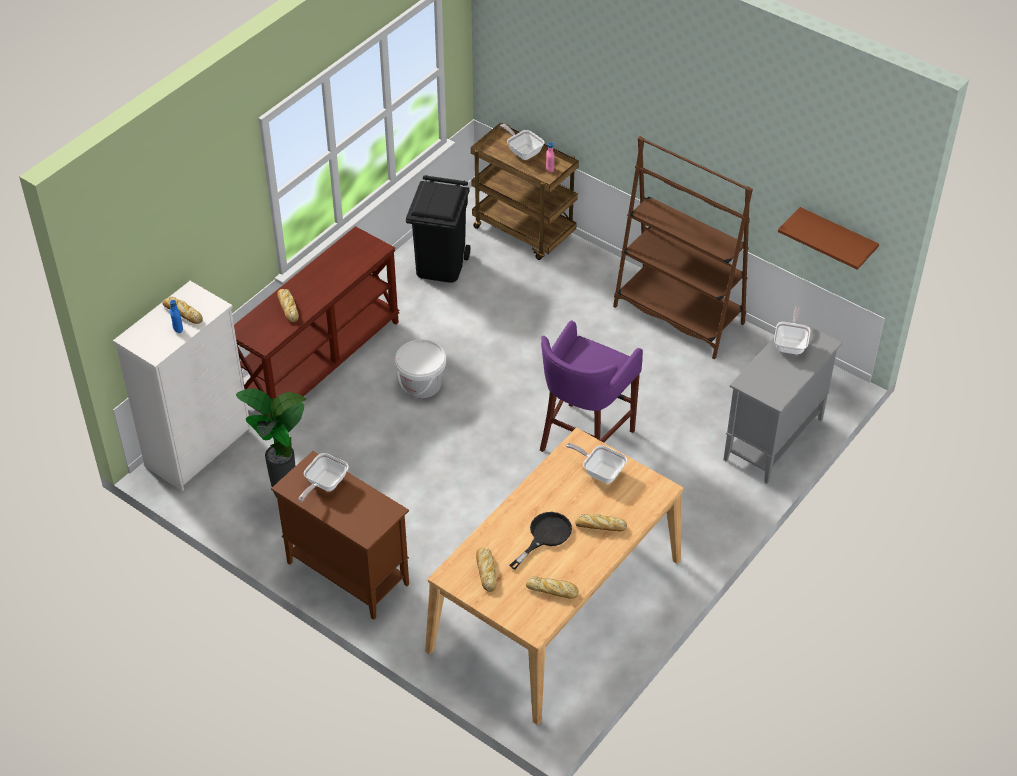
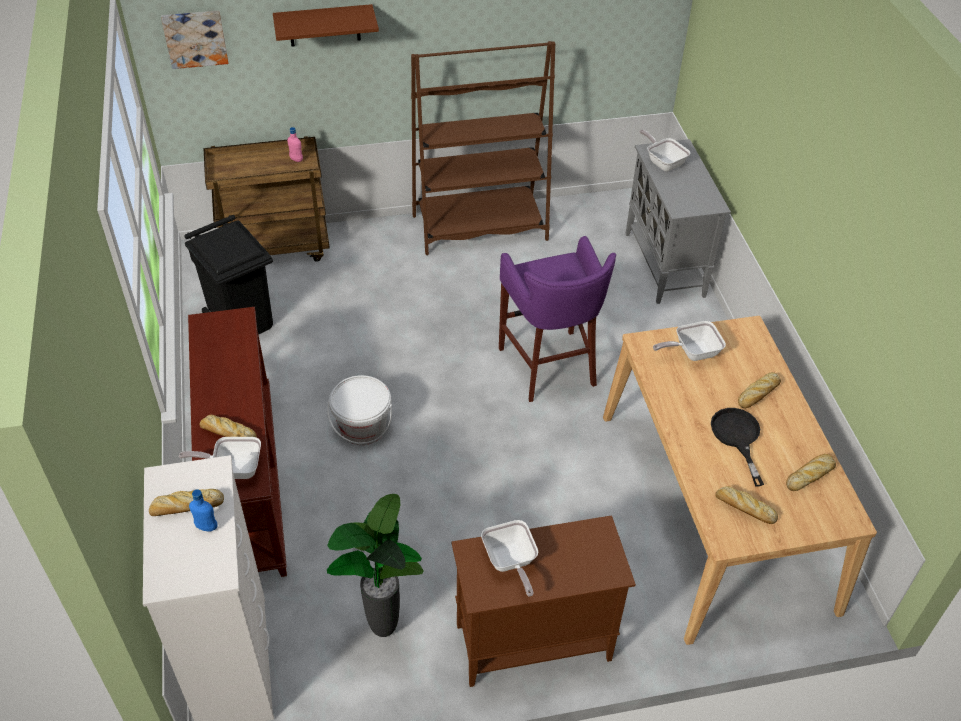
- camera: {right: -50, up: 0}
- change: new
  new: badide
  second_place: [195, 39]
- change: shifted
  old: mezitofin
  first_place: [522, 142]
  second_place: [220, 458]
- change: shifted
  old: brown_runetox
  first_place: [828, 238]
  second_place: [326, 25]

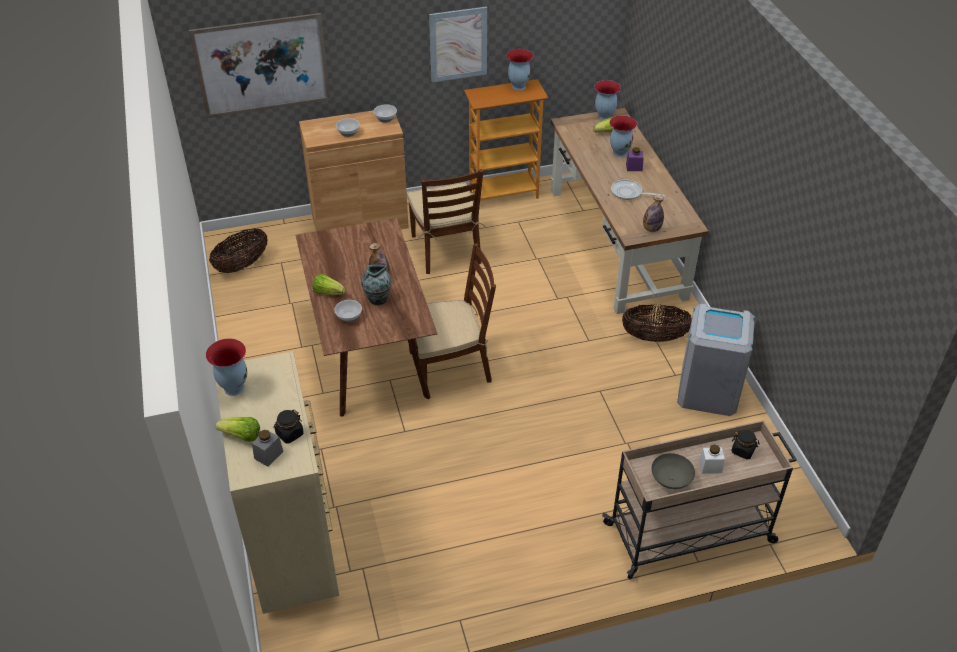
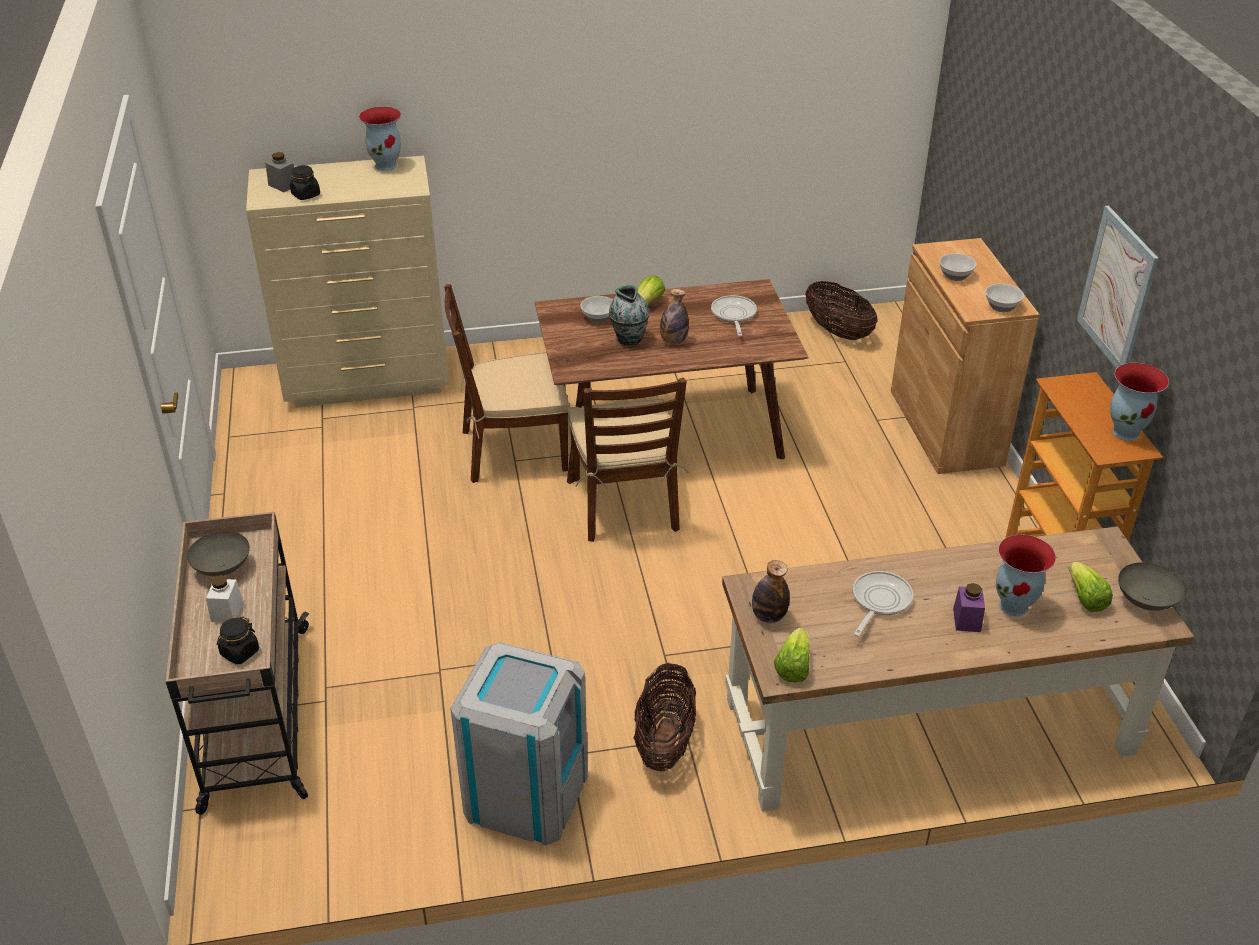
- camera: {right: 95, up: -5}
- change: gone
  old: badide
  first_place: [260, 65]
- change: new
  new: mezitofin
  second_place: [734, 315]
- change: shifted
  old: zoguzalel
  first_place: [237, 429]
  second_place: [791, 655]
- change: shifted
  old: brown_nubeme
  first_place: [446, 221]
  second_place: [506, 383]
- change: swapped
  old: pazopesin
  new: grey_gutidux
  first_place: [607, 100]
  second_place: [1151, 586]

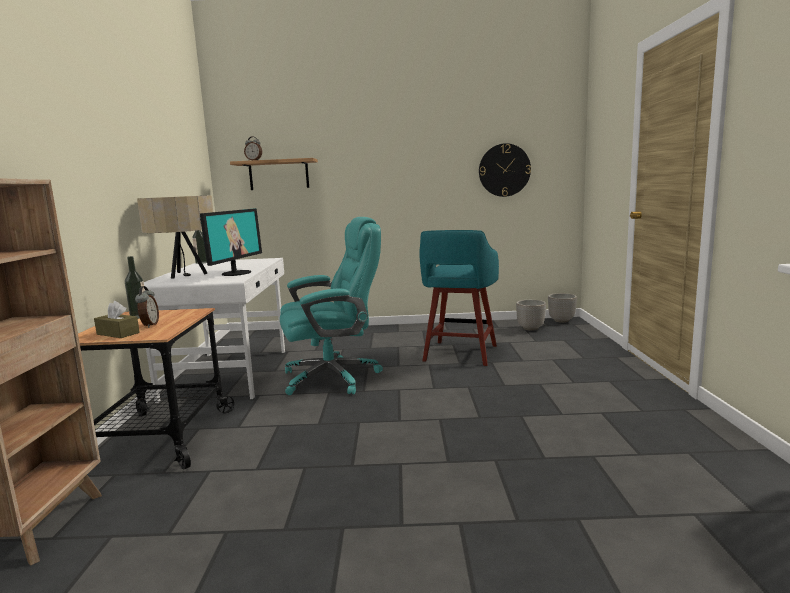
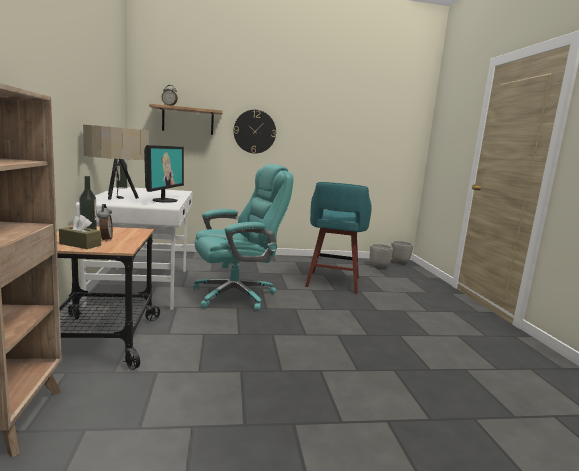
- camera: {right: -10, up: 0}
- change: shifted
  old: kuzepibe
  first_place: [505, 170]
  second_place: [255, 132]

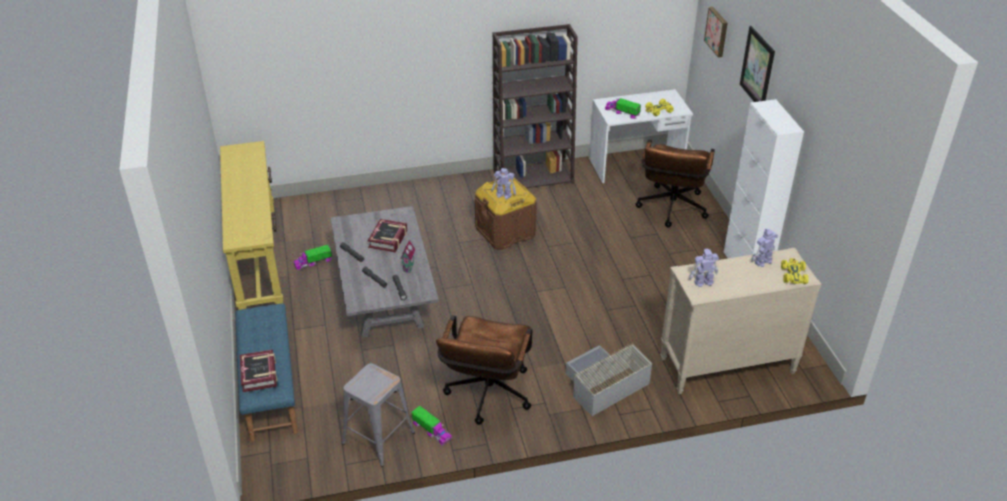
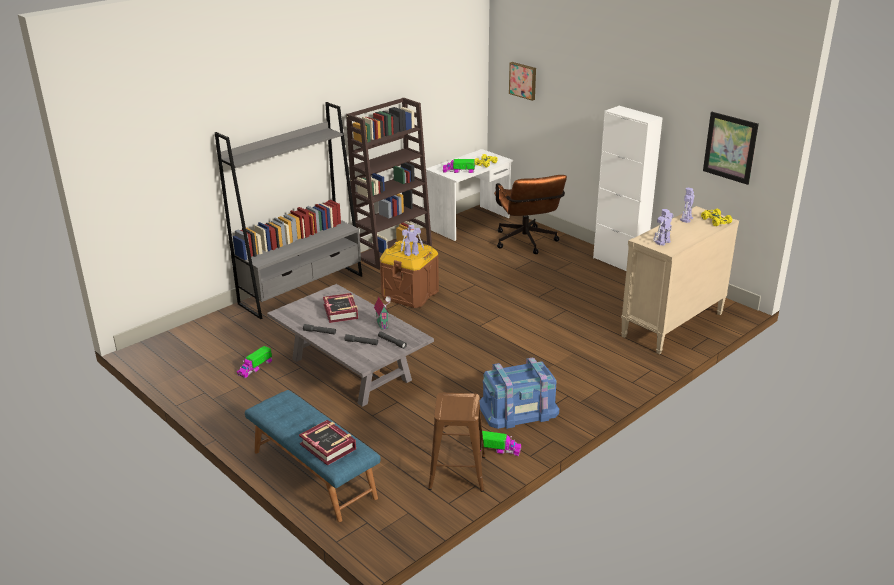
- camera: {right: -30, up: -10}
- change: gone
  old: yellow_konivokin
  first_place: [251, 225]
- change: gone
  old: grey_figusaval
  first_place: [609, 379]
- change: new
  new: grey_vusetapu
  second_place: [288, 210]
- change: shifted
  old: badide
  first_place: [757, 64]
  second_place: [731, 148]
- change: swapped
  old: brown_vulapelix
  new: blue_figusaval
  first_place: [484, 370]
  second_place: [519, 393]
- change: repainted
  old: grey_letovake
  new: brown_letovake
  first_place: [378, 415]
  second_place: [456, 442]

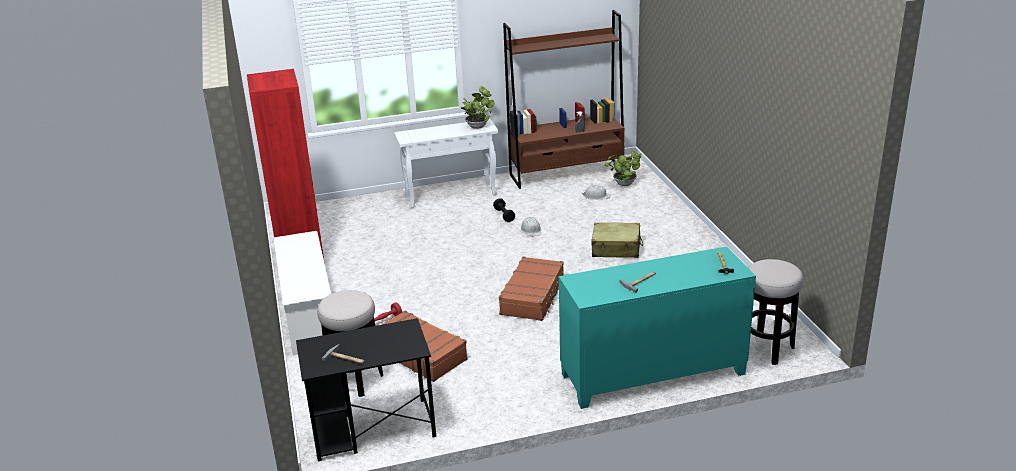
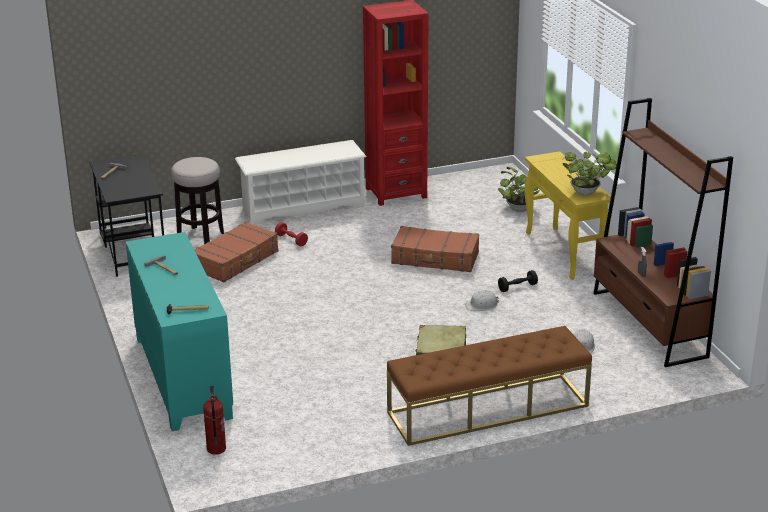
- camera: {right: 85, up: 0}
- change: new
  new: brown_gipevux
  second_place: [489, 386]
- change: shifted
  old: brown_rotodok
  first_place: [531, 288]
  second_place: [435, 249]
- change: shifted
  old: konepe
  first_place: [623, 168]
  second_place: [519, 189]
- change: swapped
  old: letovake
  new: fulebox
  first_place: [776, 312]
  second_place: [214, 420]
- change: repainted
  old: white_konivokin
  new: yellow_konivokin
  first_place: [446, 164]
  second_place: [568, 215]

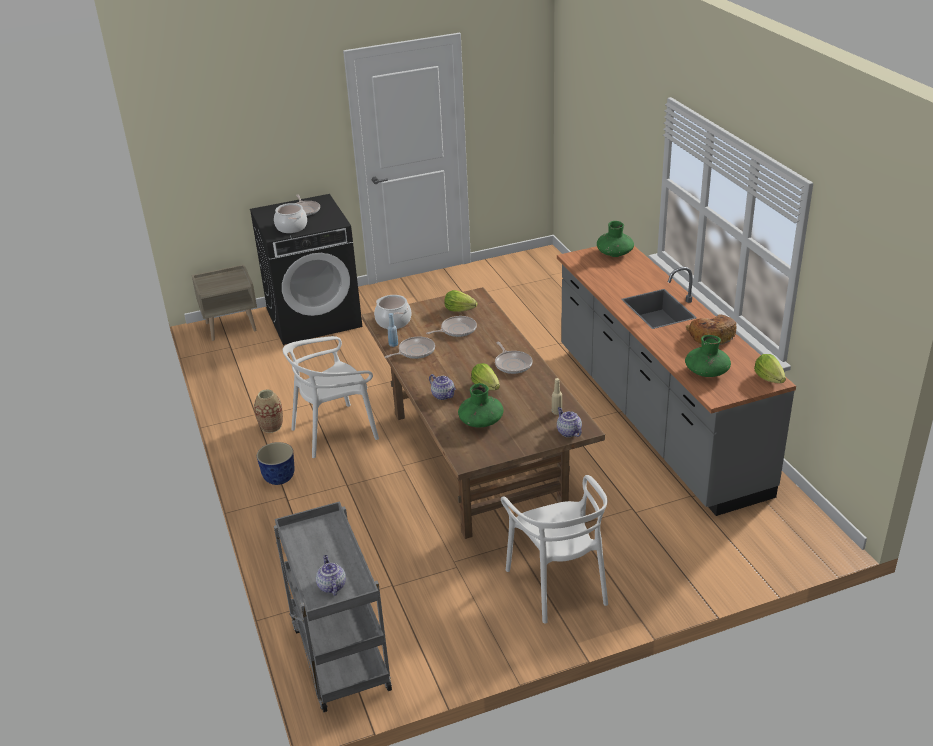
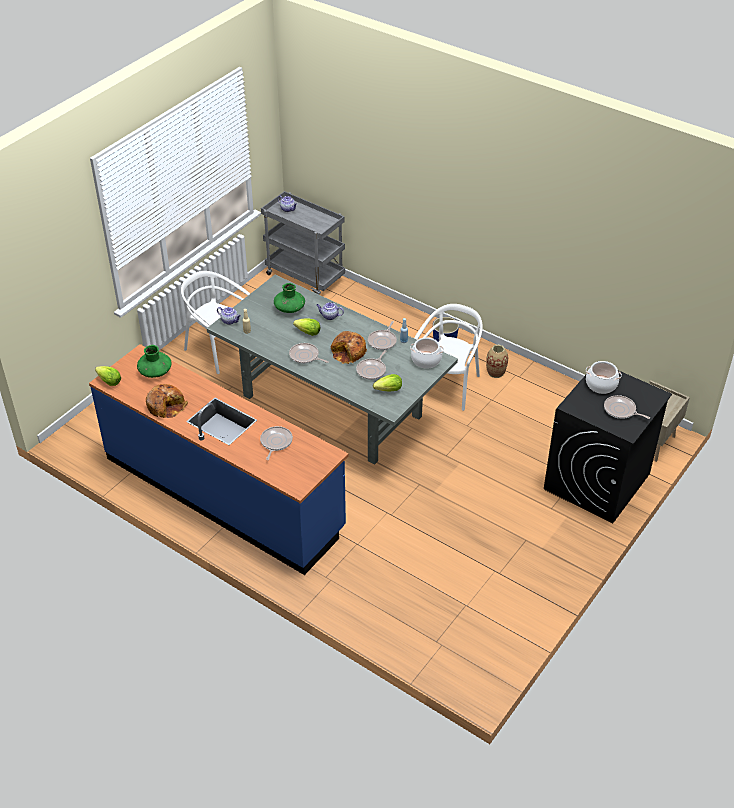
- camera: {right: 145, up: 10}
- change: gone
  old: green_pazopesin
  first_place: [615, 239]
- change: new
  new: mezitofin
  second_place: [276, 443]
- change: new
  new: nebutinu
  second_place: [349, 347]
- change: repainted
  old: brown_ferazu
  new: grey_ferazu
  first_place: [483, 413]
  second_place: [332, 369]
- change: repainted
  old: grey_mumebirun
  new: blue_mumebirun
  first_place: [676, 381]
  second_place: [219, 459]

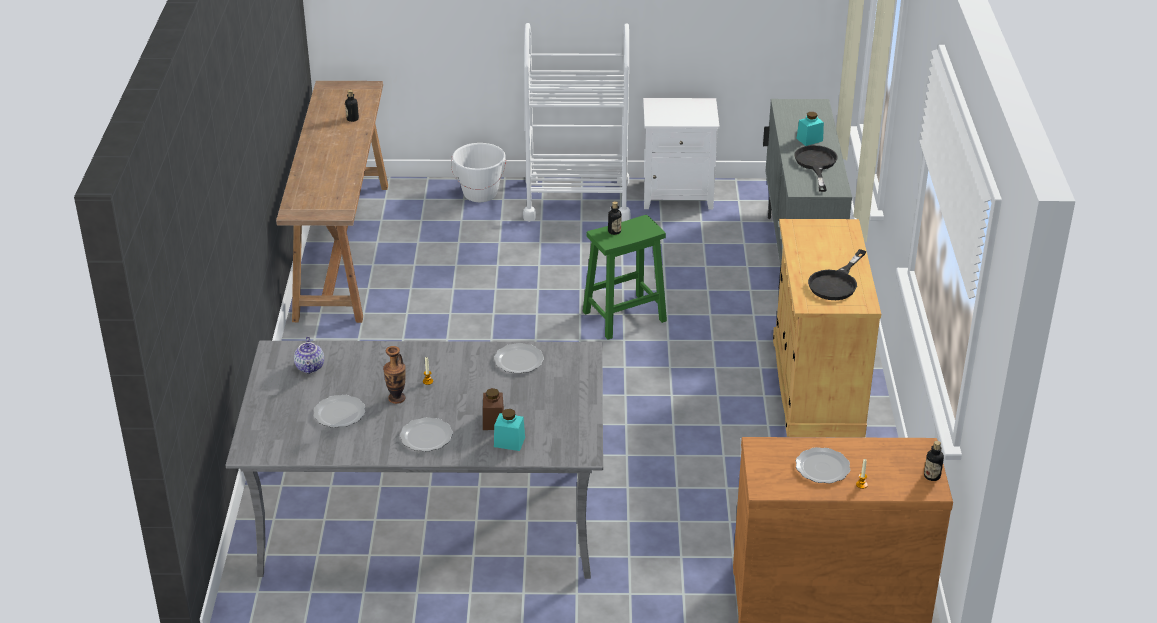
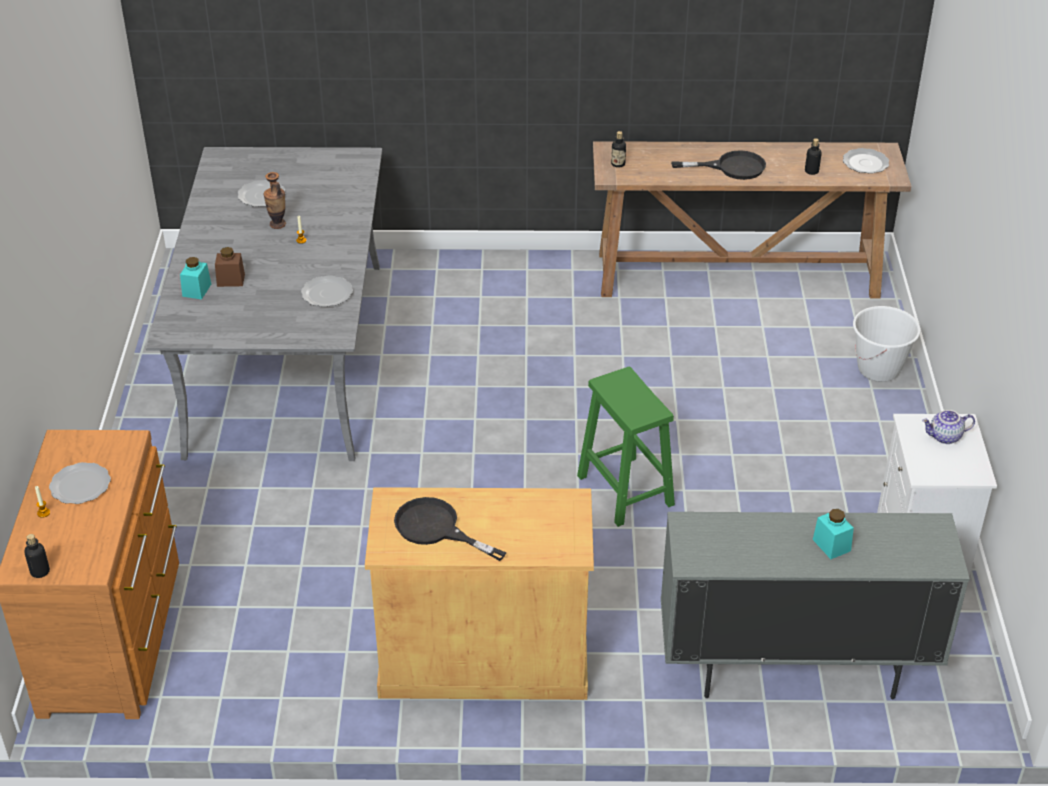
- camera: {right: 90, up: 5}
- change: gone
  old: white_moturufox
  first_place: [576, 122]
- change: shifted
  old: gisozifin
  first_place: [309, 355]
  second_place: [948, 427]
- change: shifted
  old: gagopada
  first_place: [426, 434]
  second_place: [866, 161]
- change: shifted
  old: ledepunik
  first_place: [614, 218]
  second_place: [618, 149]
- change: shifted
  old: black_mezitofin
  first_place: [816, 168]
  second_place: [718, 165]

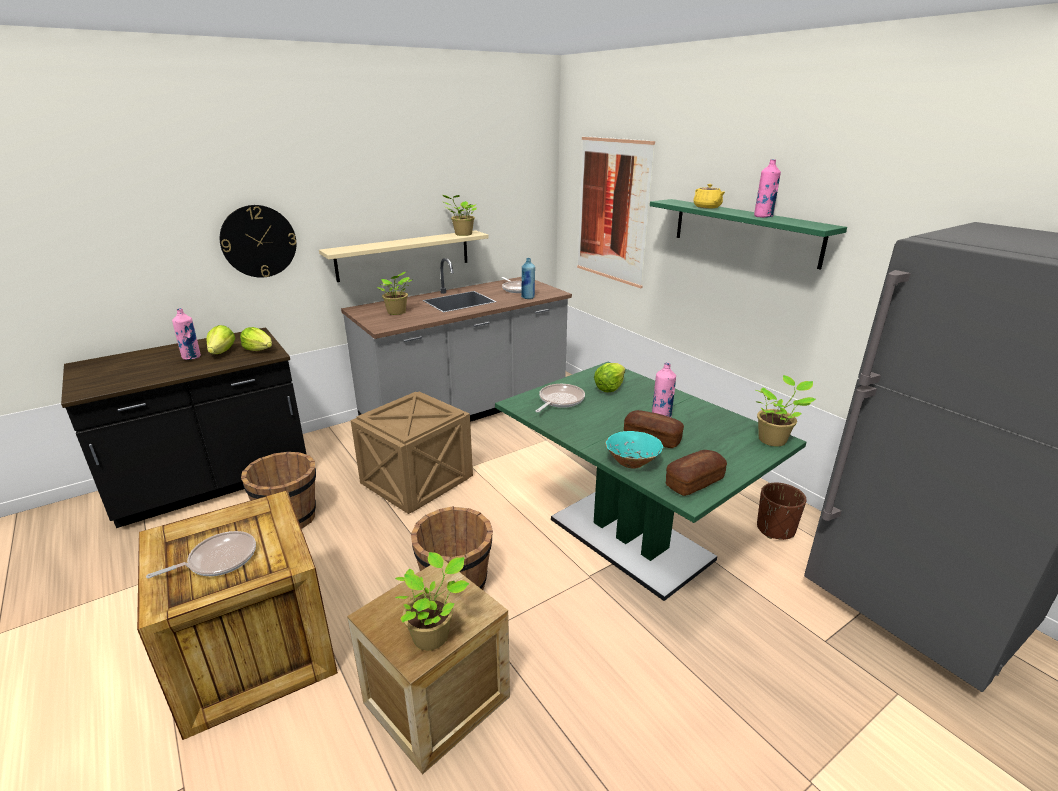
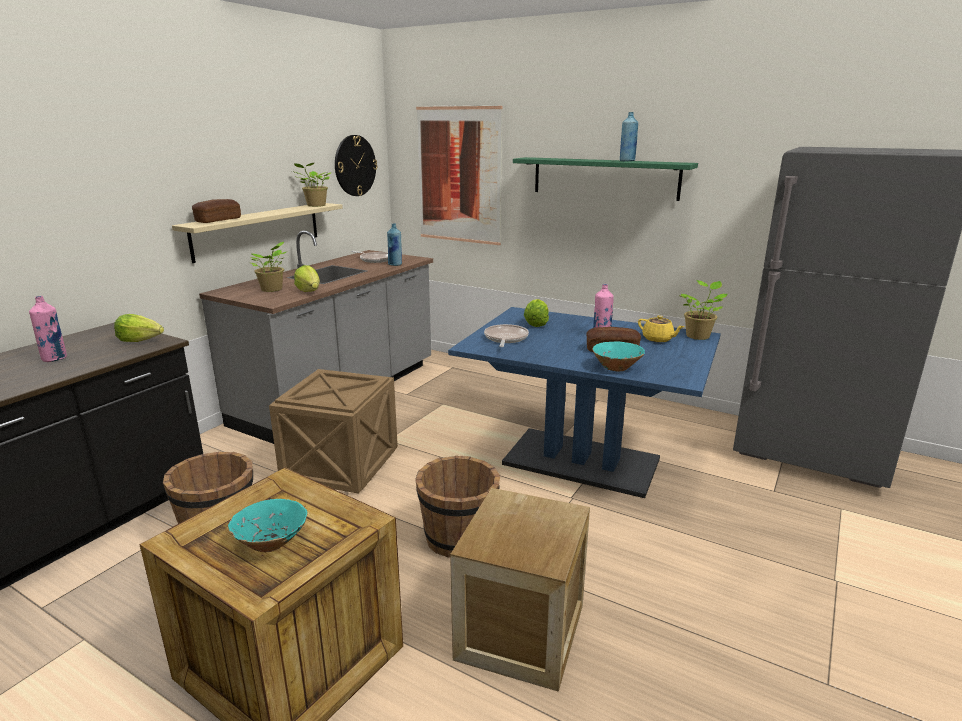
- camera: {right: -25, up: -5}
- change: gone
  old: konepe
  first_place: [432, 601]
- change: gone
  old: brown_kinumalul
  first_place: [782, 511]
- change: shifted
  old: zoguzalel
  first_place: [220, 339]
  second_place: [307, 278]
- change: shifted
  old: kuzepibe
  first_place: [258, 241]
  second_place: [356, 165]
- change: shifted
  old: nebutinu
  first_place: [696, 473]
  second_place: [216, 211]
- change: shifted
  old: yellow_gisozifin
  first_place: [709, 196]
  second_place: [661, 328]
- change: swapped
  old: mezitofin
  new: turquoise_gutidux
  first_place: [201, 555]
  second_place: [268, 525]
- change: repainted
  old: green_ferazu
  new: blue_ferazu
  first_place: [651, 481]
  second_place: [584, 402]
- change: repainted
  old: pink_ledepunik
  new: blue_ledepunik
  first_place: [767, 188]
  second_place: [629, 136]

